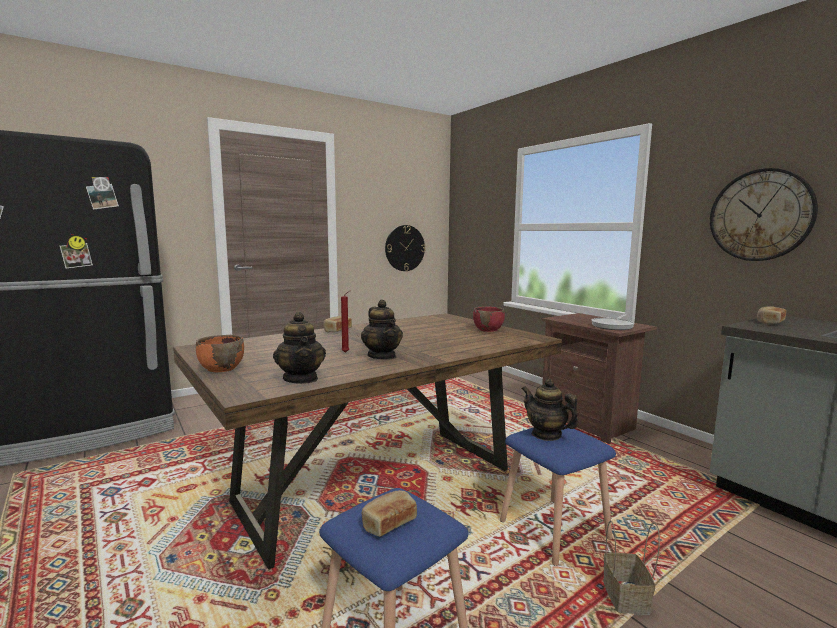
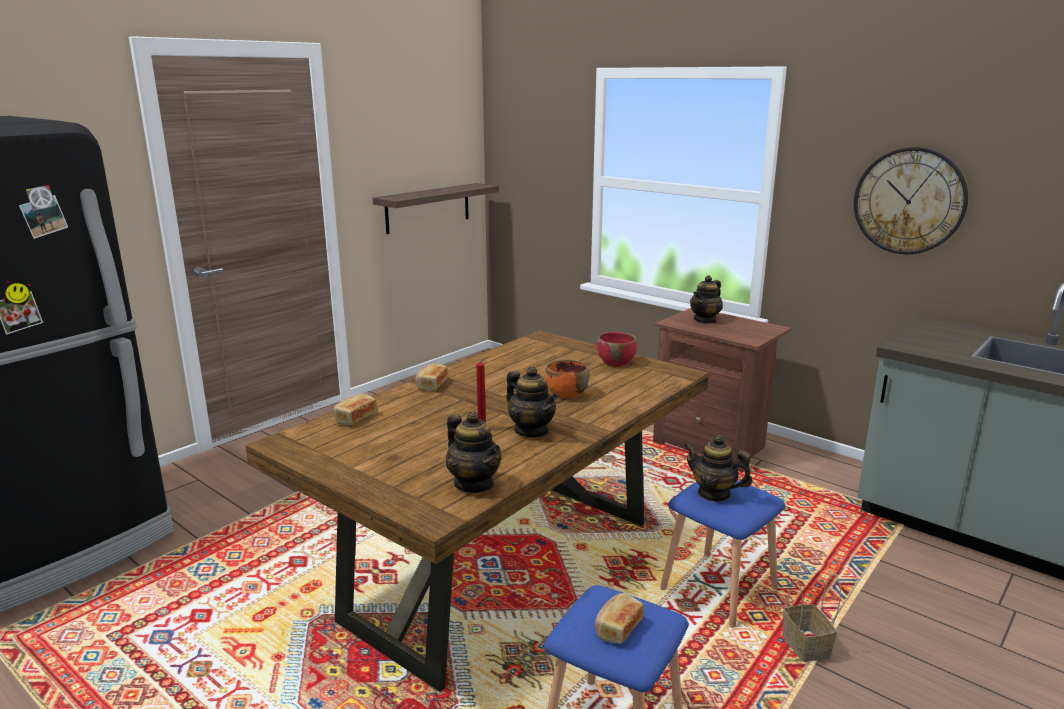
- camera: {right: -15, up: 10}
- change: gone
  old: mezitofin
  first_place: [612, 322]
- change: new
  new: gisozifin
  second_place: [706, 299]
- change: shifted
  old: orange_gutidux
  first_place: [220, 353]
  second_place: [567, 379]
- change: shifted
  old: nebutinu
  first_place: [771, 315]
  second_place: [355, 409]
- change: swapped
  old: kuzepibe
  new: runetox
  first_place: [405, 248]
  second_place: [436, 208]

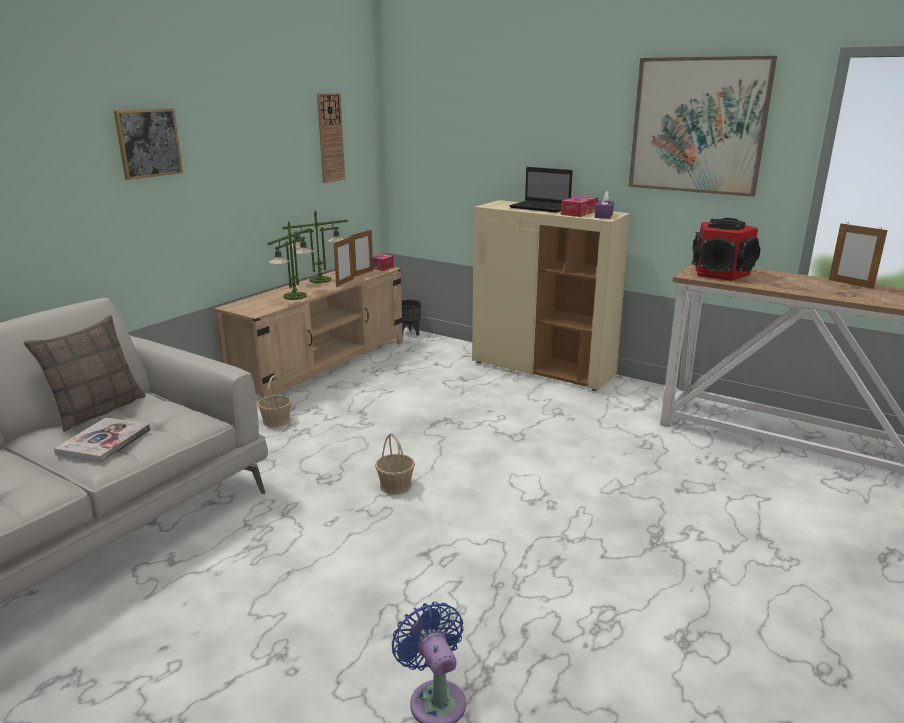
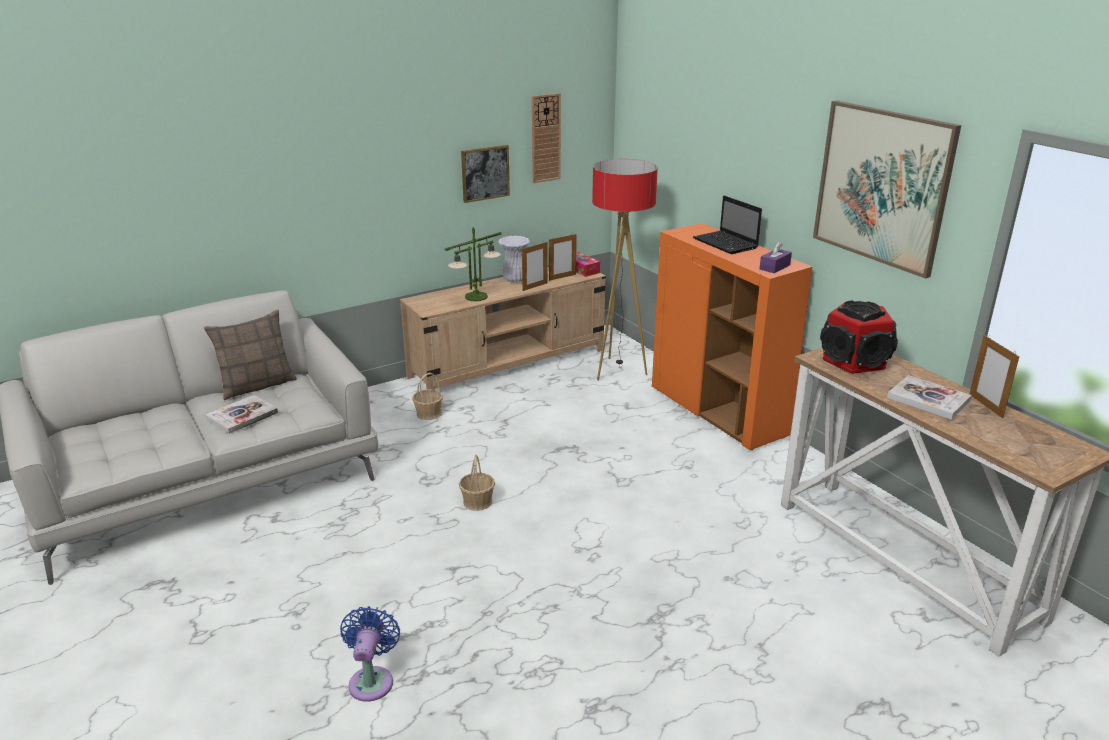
- camera: {right: 25, up: 5}
- change: gone
  old: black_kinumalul
  first_place: [411, 318]
- change: gone
  old: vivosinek
  first_place: [579, 206]
- change: new
  new: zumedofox
  second_place: [625, 270]
- change: new
  new: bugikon
  second_place: [929, 397]
- change: shifted
  old: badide
  first_place: [148, 144]
  second_place: [485, 174]
- change: swapped
  old: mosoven
  new: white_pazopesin
  first_place: [315, 246]
  second_place: [514, 259]
- change: repainted
  old: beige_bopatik
  new: orange_bopatik
  first_place: [551, 295]
  second_place: [732, 336]

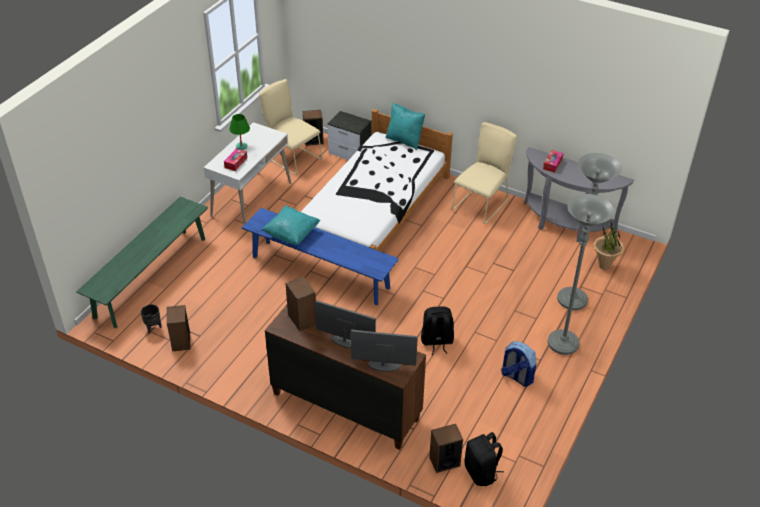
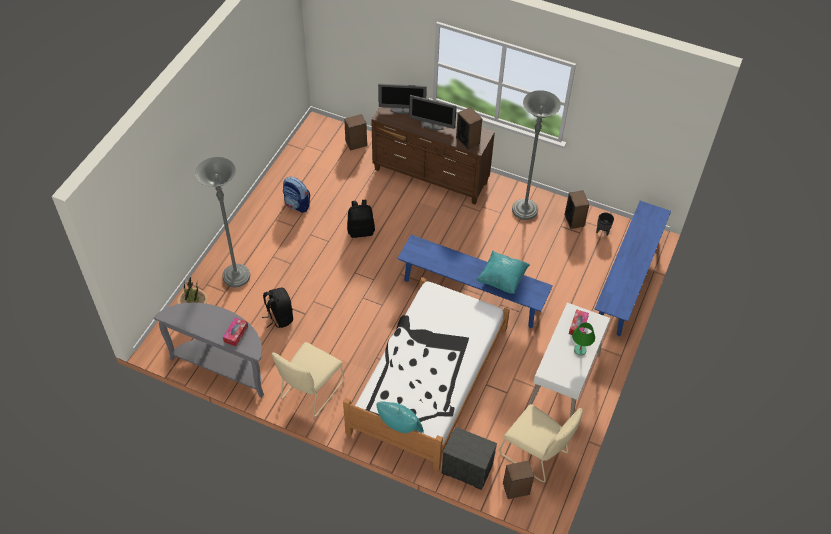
- camera: {right: 175, up: 10}
- change: shifted
  old: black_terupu
  first_place: [484, 459]
  second_place: [277, 307]
- change: shifted
  old: grey_zumedofox
  first_place: [581, 274]
  second_place: [536, 155]
- change: repainted
  old: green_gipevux
  new: blue_gipevux
  first_place: [142, 262]
  second_place: [633, 269]

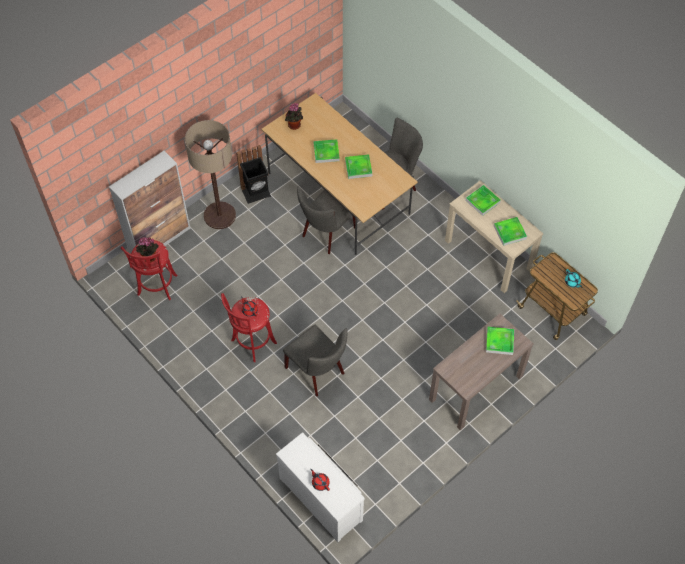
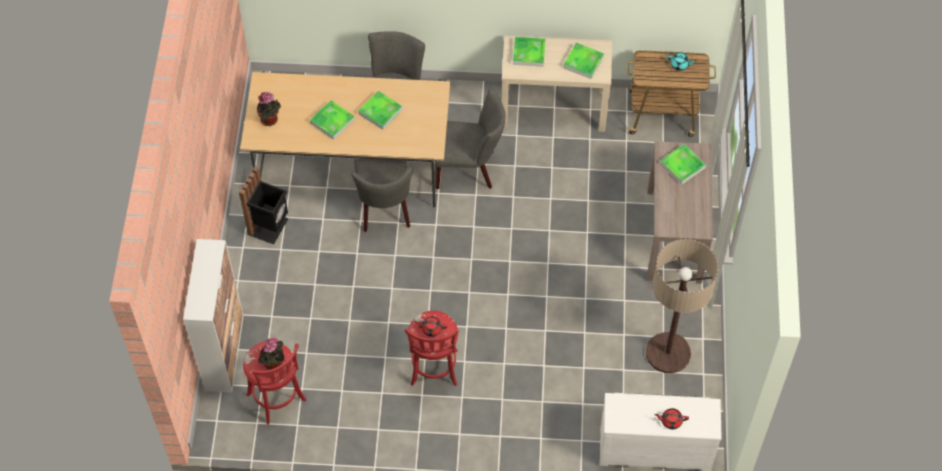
- camera: {right: -45, up: 0}
- change: shifted
  old: zumedofox
  first_place: [210, 174]
  second_place: [682, 306]
- change: shifted
  old: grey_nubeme
  first_place: [315, 360]
  second_place: [470, 138]

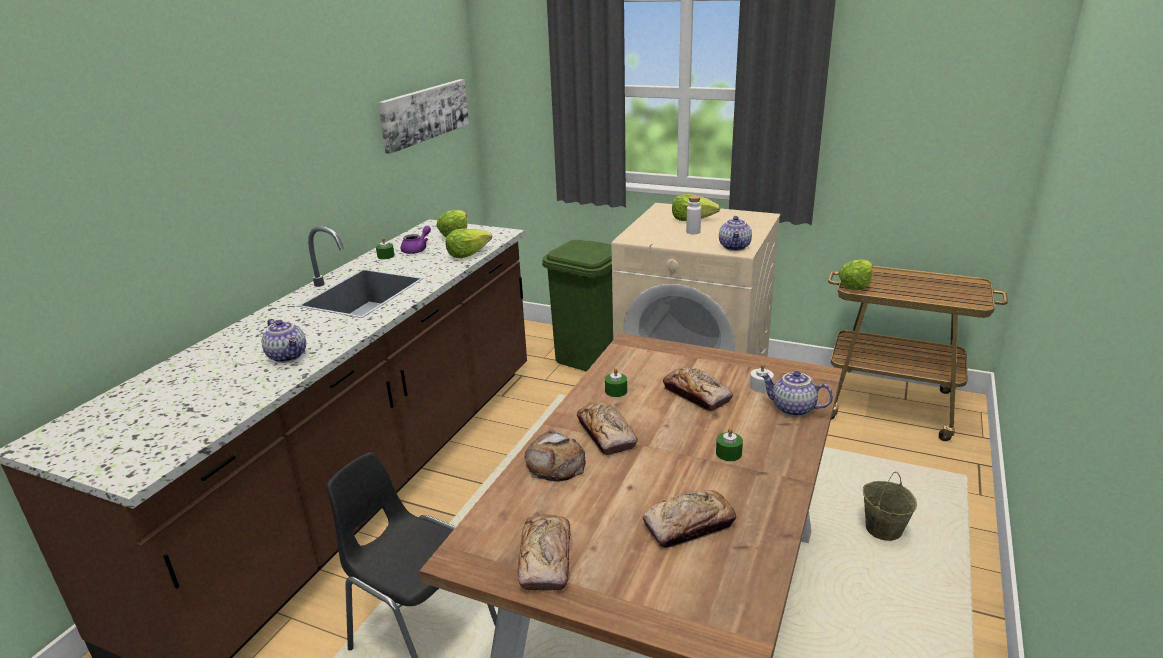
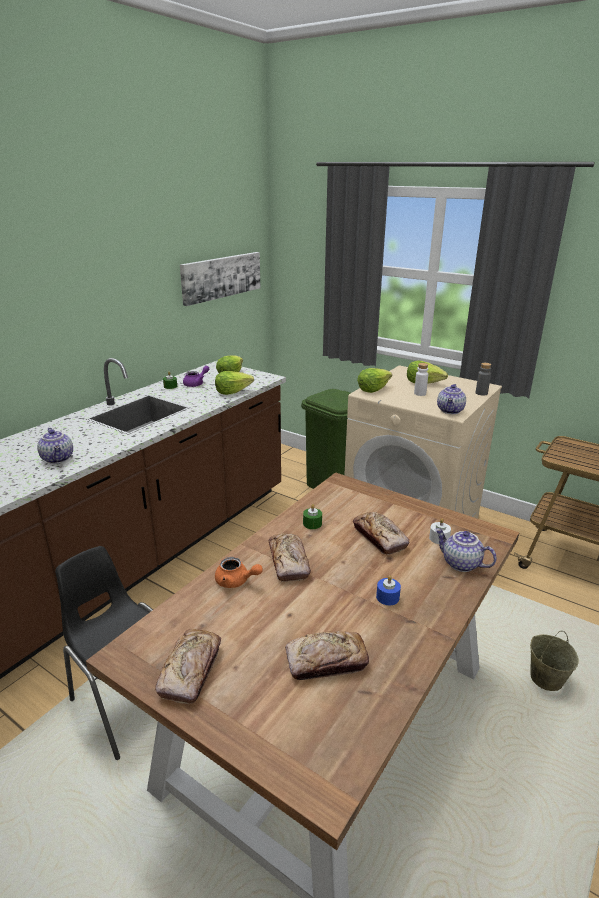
- camera: {right: 10, up: 0}
- change: new
  new: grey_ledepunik
  second_place: [483, 379]
- change: shifted
  old: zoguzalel
  first_place: [855, 275]
  second_place: [374, 380]
- change: swapped
  old: nebutinu
  new: orange_gisozifin
  first_place: [555, 456]
  second_place: [239, 572]
- change: repainted
  old: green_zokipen
  new: blue_zokipen
  first_place: [729, 444]
  second_place: [388, 590]

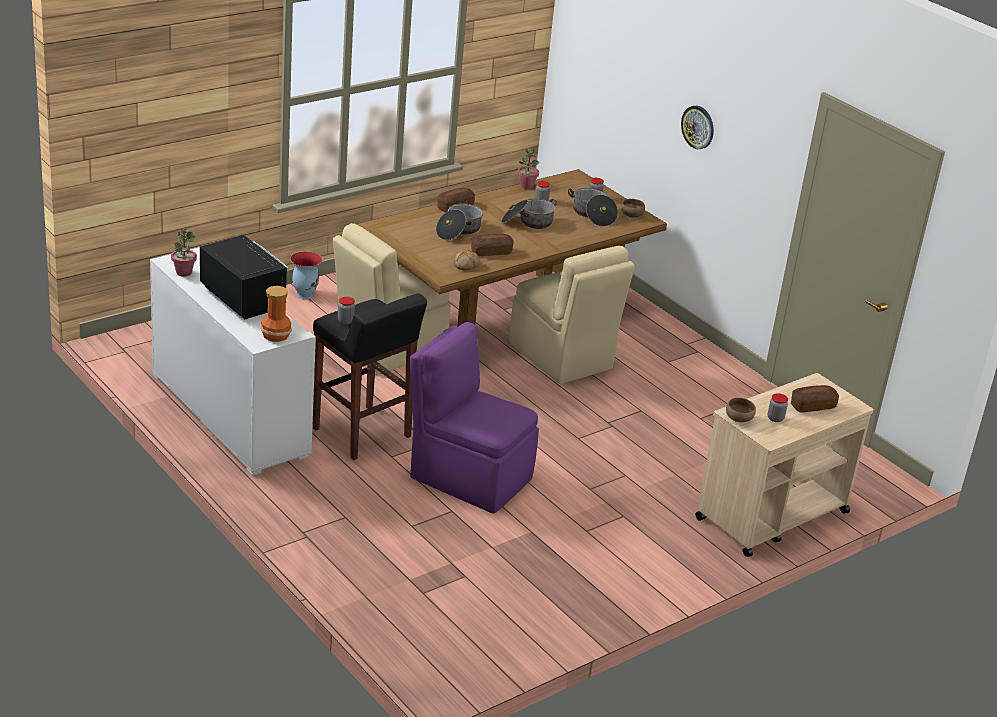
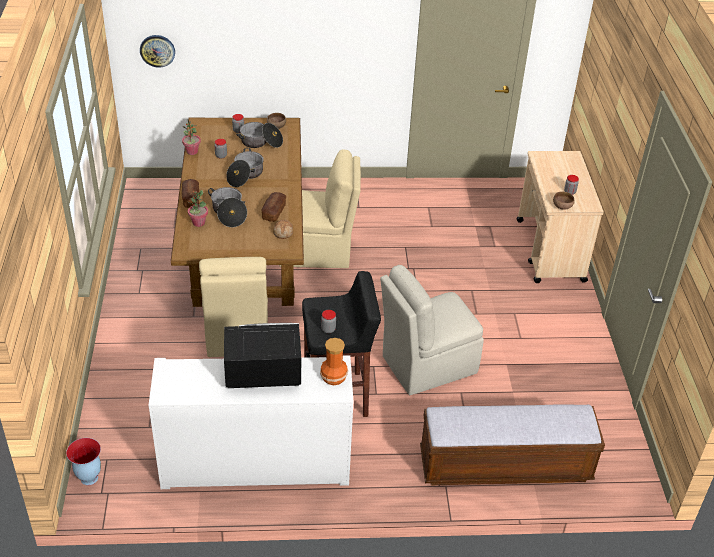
- camera: {right: -55, up: 10}
- change: gone
  old: nebutinu
  first_place: [815, 398]
- change: new
  new: gipevux
  second_place: [512, 445]
- change: shifted
  old: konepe
  first_place: [184, 252]
  second_place: [198, 208]
- change: shifted
  old: pazopesin
  first_place: [306, 275]
  second_place: [83, 461]
- change: shifted
  old: kuzepibe
  first_place: [697, 127]
  second_place: [157, 51]
- change: repainted
  old: purple_nubeme
  new: beige_nubeme
  first_place: [474, 418]
  second_place: [432, 330]

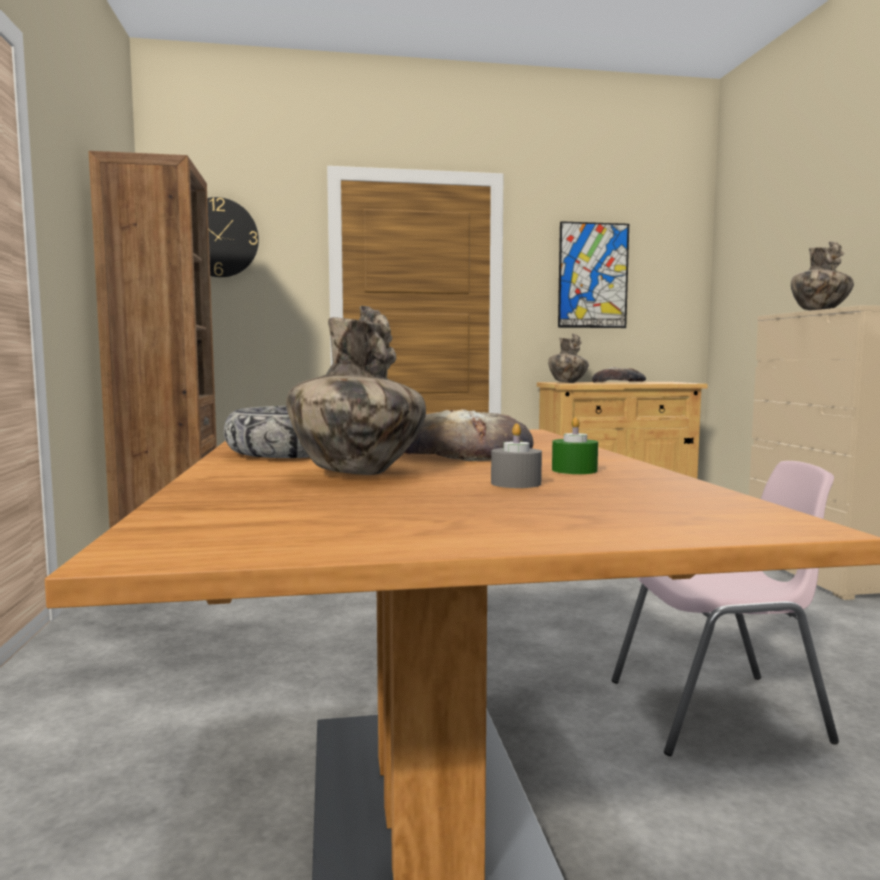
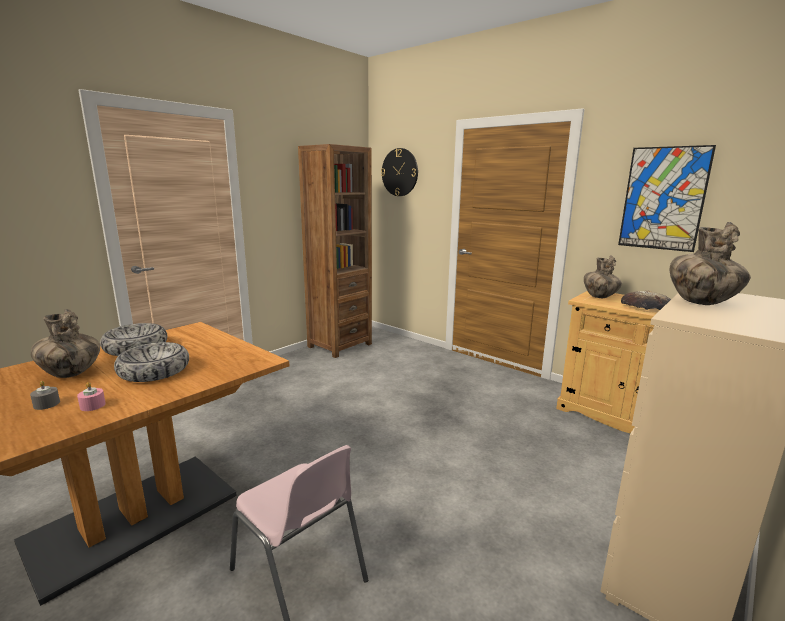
- camera: {right: 50, up: 10}
- change: swapped
  old: nebutinu
  new: gutidux
  first_place: [468, 435]
  second_place: [151, 362]
- change: repainted
  old: green_zokipen
  new: pink_zokipen
  first_place: [575, 445]
  second_place: [91, 396]

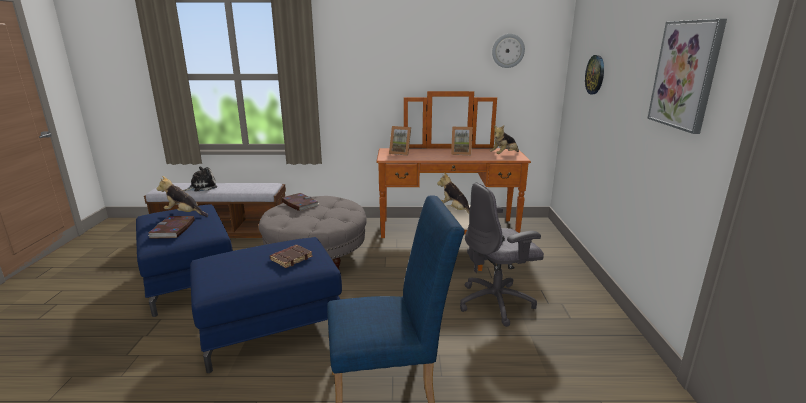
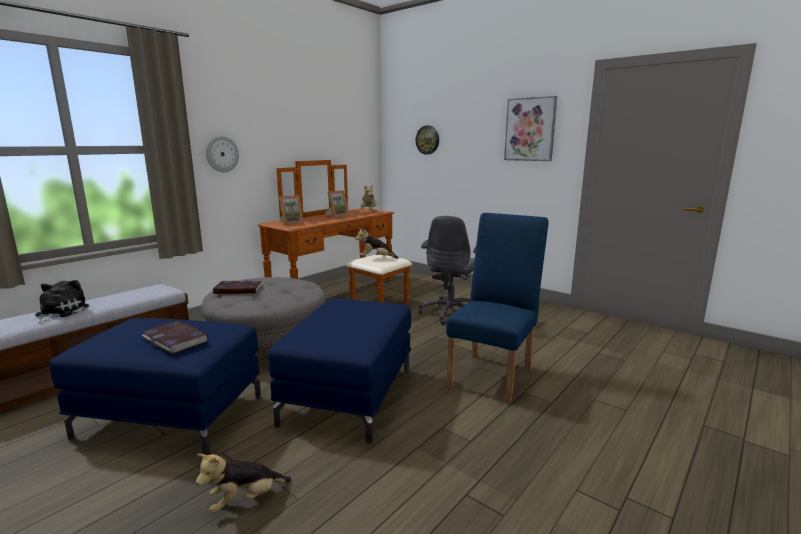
- camera: {right: -50, up: -5}
- change: gone
  old: brown_bugikon
  first_place: [291, 256]
- change: shifted
  old: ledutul
  first_place: [182, 196]
  second_place: [244, 483]
- change: shifted
  old: kuzepibe
  first_place: [508, 51]
  second_place: [222, 154]

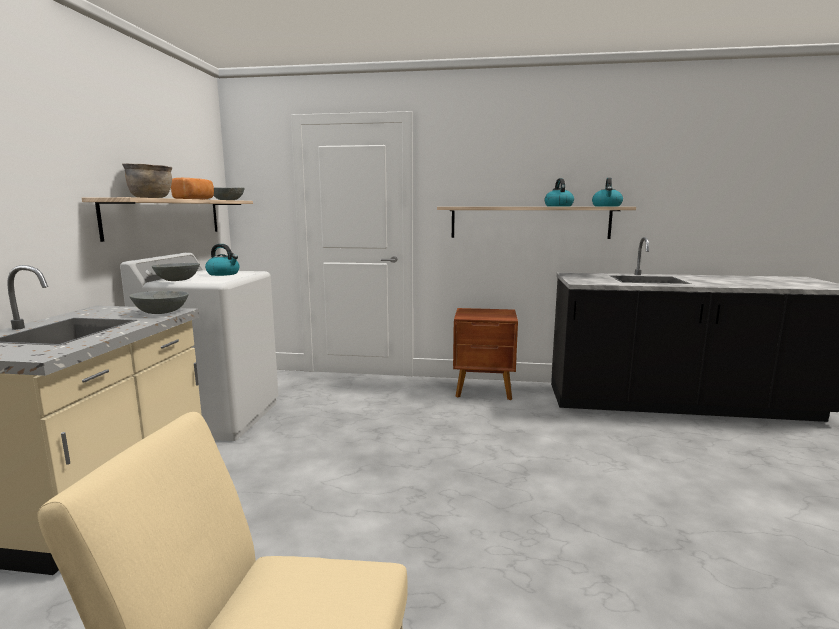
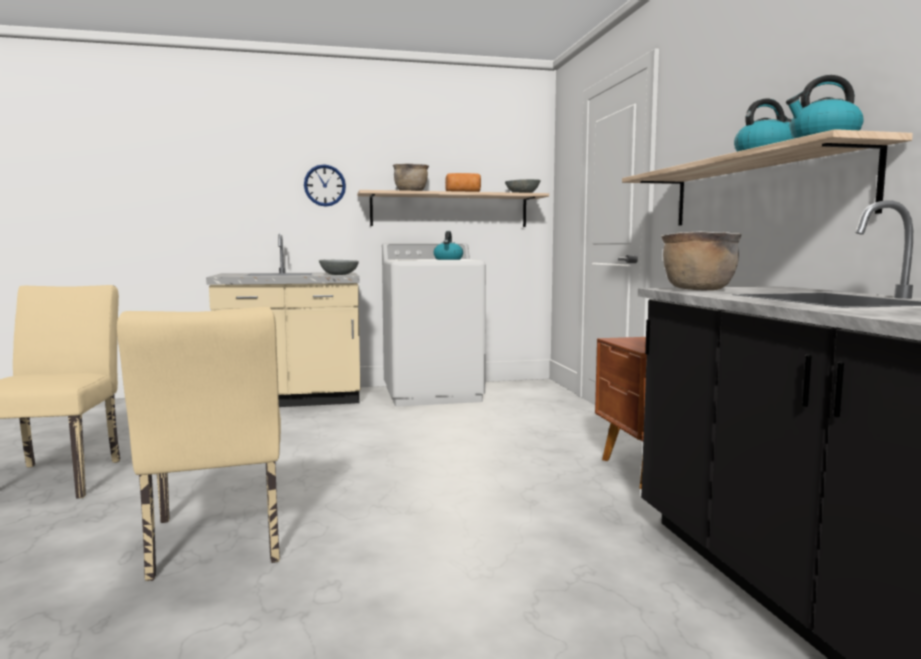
- camera: {right: 70, up: -5}
- change: gone
  old: grey_gutidux
  first_place: [176, 272]
- change: new
  new: beige_nubeme
  second_place: [199, 444]
- change: new
  new: kuzepibe
  second_place: [325, 185]
- change: new
  new: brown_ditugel
  second_place: [701, 260]

